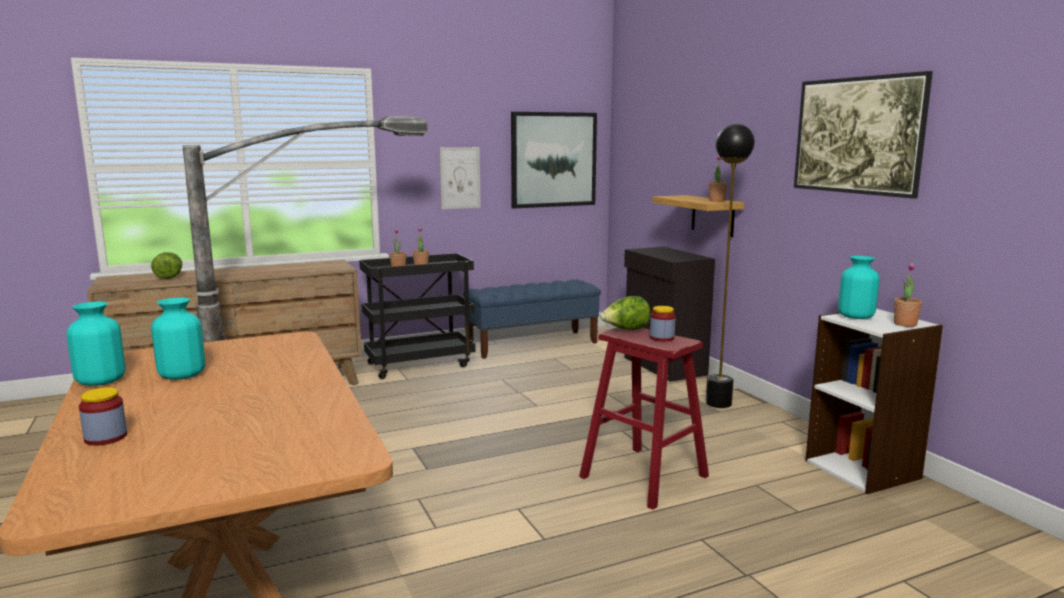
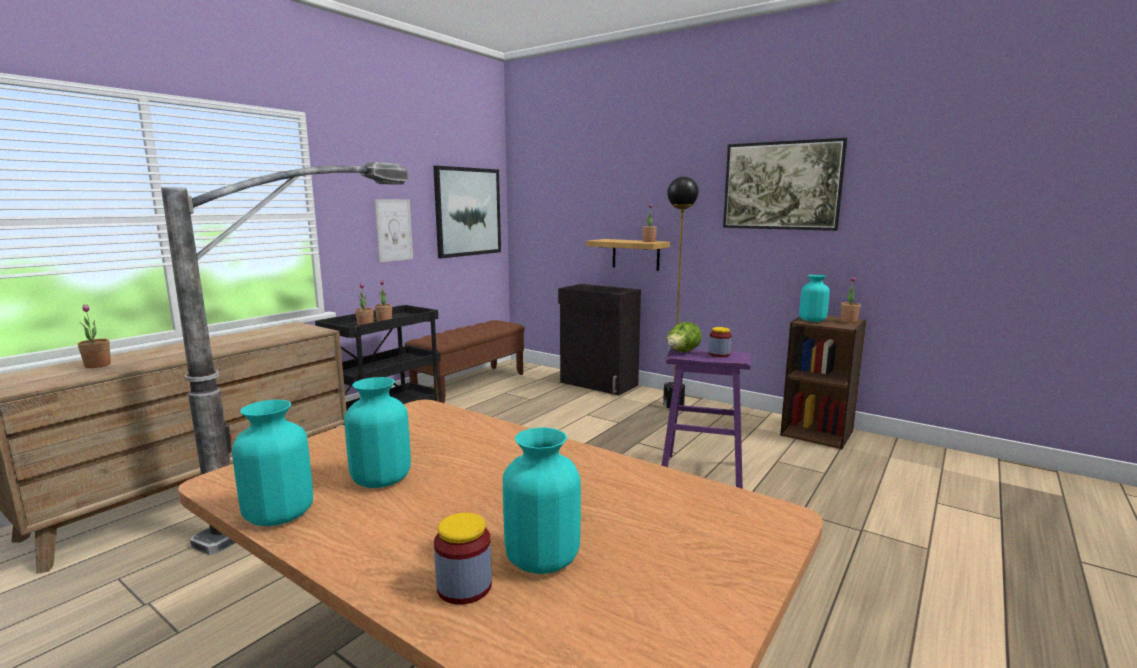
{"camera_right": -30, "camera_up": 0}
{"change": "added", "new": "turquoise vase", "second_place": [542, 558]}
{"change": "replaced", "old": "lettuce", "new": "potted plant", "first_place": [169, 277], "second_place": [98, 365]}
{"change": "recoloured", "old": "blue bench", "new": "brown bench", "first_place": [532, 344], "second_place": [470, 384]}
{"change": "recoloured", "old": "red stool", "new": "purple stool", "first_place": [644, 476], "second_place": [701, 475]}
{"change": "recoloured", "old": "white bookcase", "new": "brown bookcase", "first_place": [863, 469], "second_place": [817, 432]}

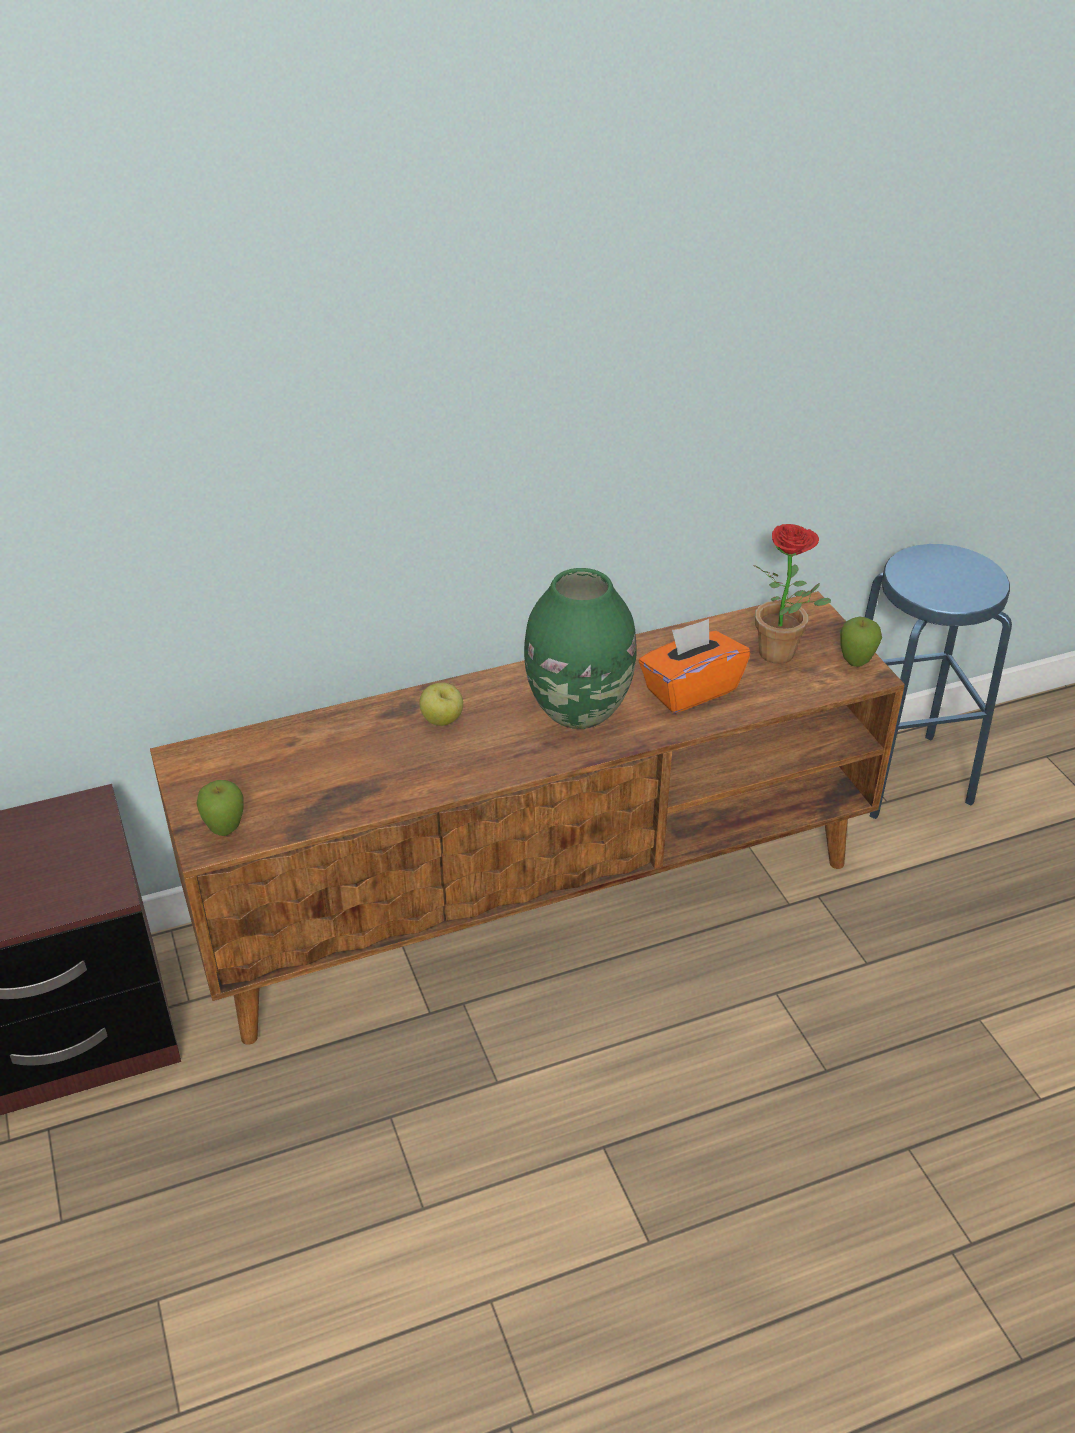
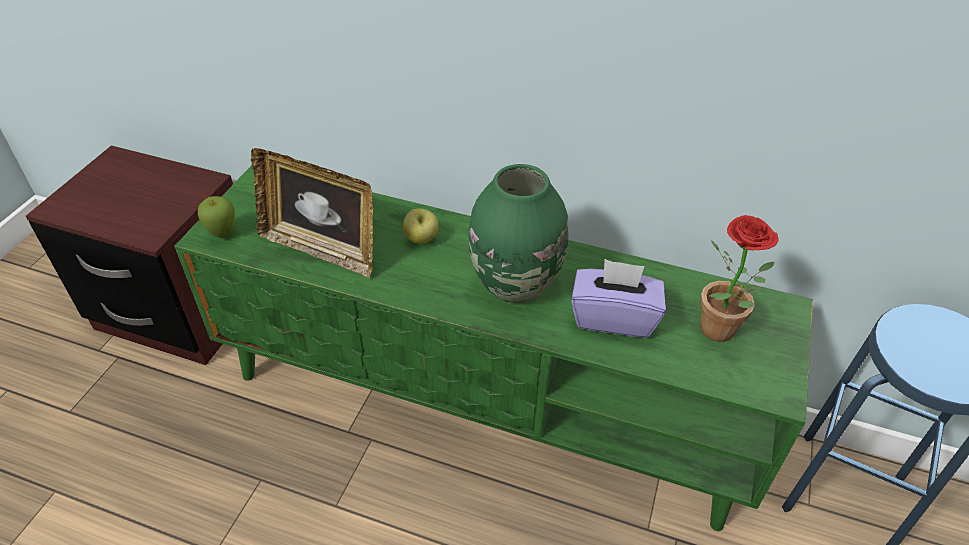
{"camera_right": 40, "camera_up": 5}
{"change": "removed", "old": "apple", "first_place": [855, 664]}
{"change": "added", "new": "picture frame", "second_place": [321, 249]}
{"change": "recoloured", "old": "brown tv stand", "new": "green tv stand", "first_place": [539, 897], "second_place": [485, 403]}
{"change": "recoloured", "old": "orange tissue box", "new": "purple tissue box", "first_place": [690, 689], "second_place": [613, 317]}

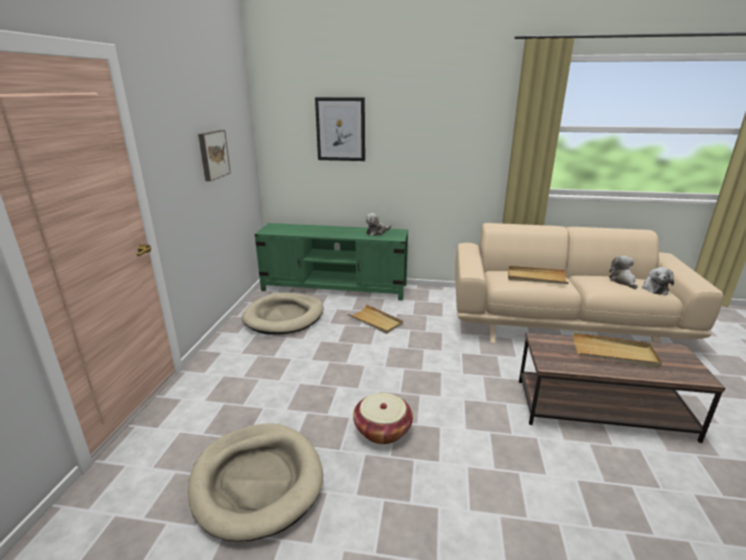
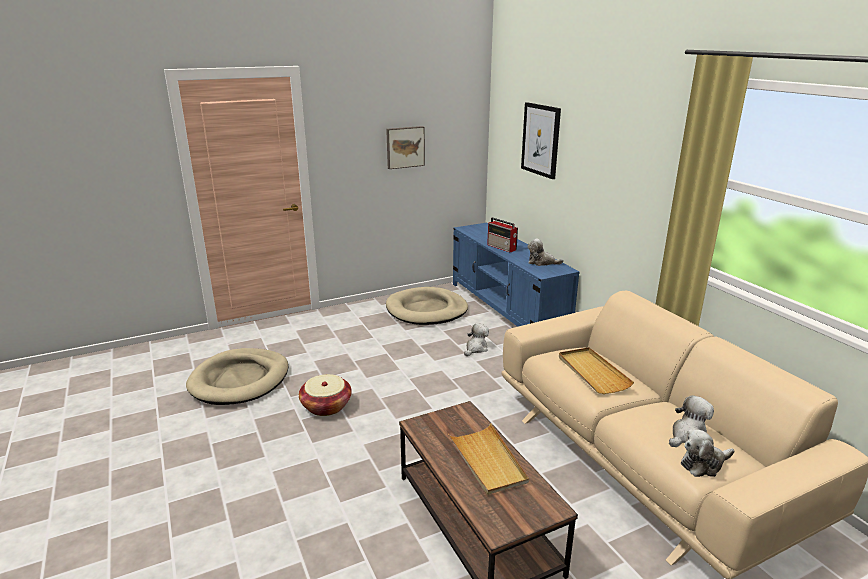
{"camera_right": 55, "camera_up": 0}
{"change": "added", "new": "radio", "second_place": [502, 247]}
{"change": "replaced", "old": "beige tray", "new": "plush toy", "first_place": [375, 321], "second_place": [476, 348]}
{"change": "recoloured", "old": "green tv stand", "new": "blue tv stand", "first_place": [335, 287], "second_place": [507, 309]}

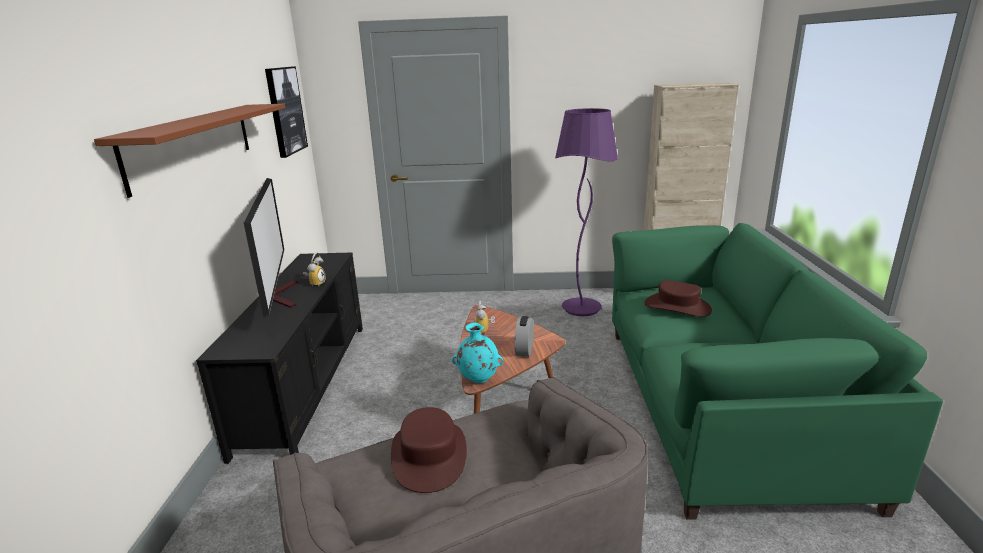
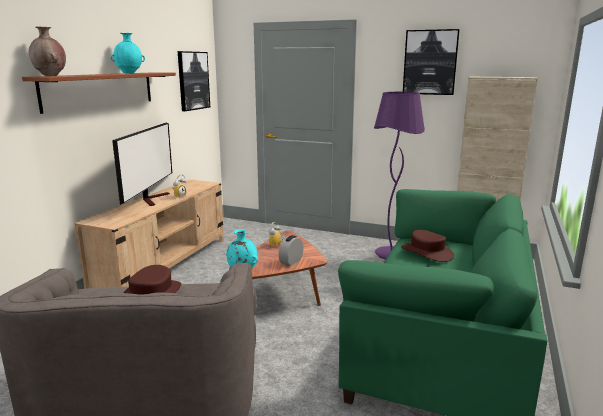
{"camera_right": 20, "camera_up": -5}
{"change": "added", "new": "brown vase", "second_place": [51, 76]}
{"change": "added", "new": "turquoise vase", "second_place": [129, 73]}
{"change": "added", "new": "picture", "second_place": [430, 62]}
{"change": "recoloured", "old": "black tv stand", "new": "beige tv stand", "first_place": [307, 383], "second_place": [164, 264]}

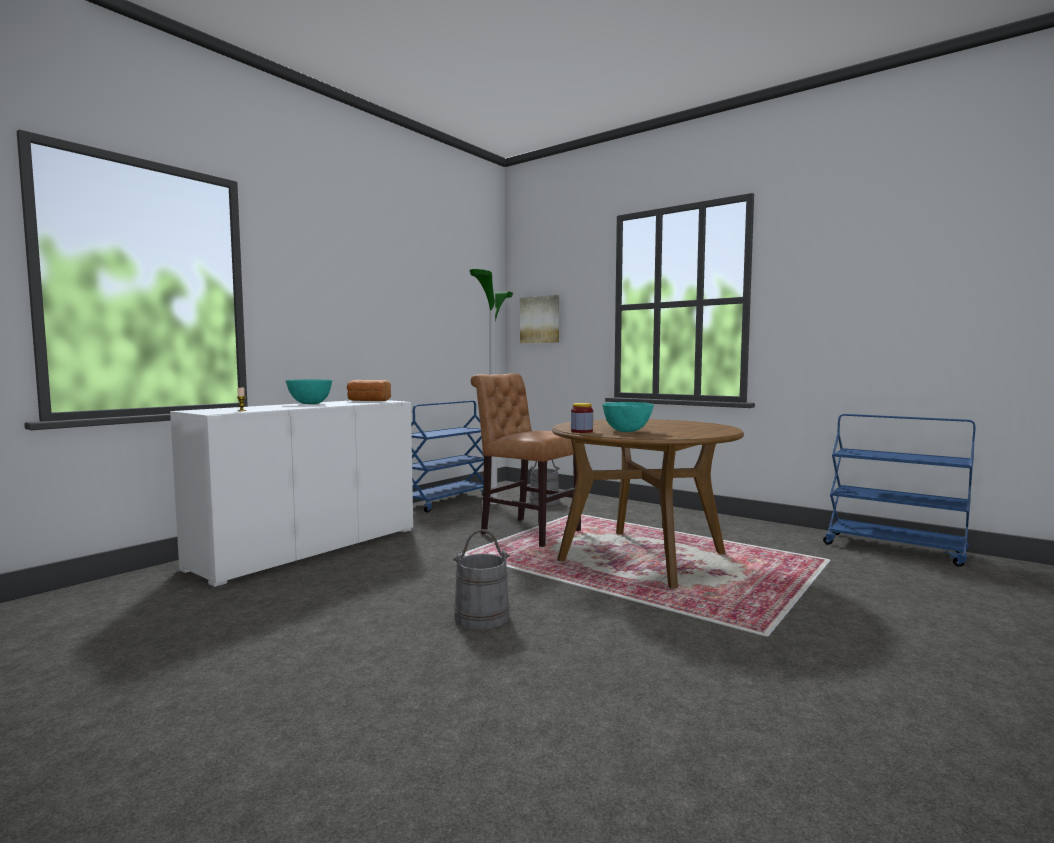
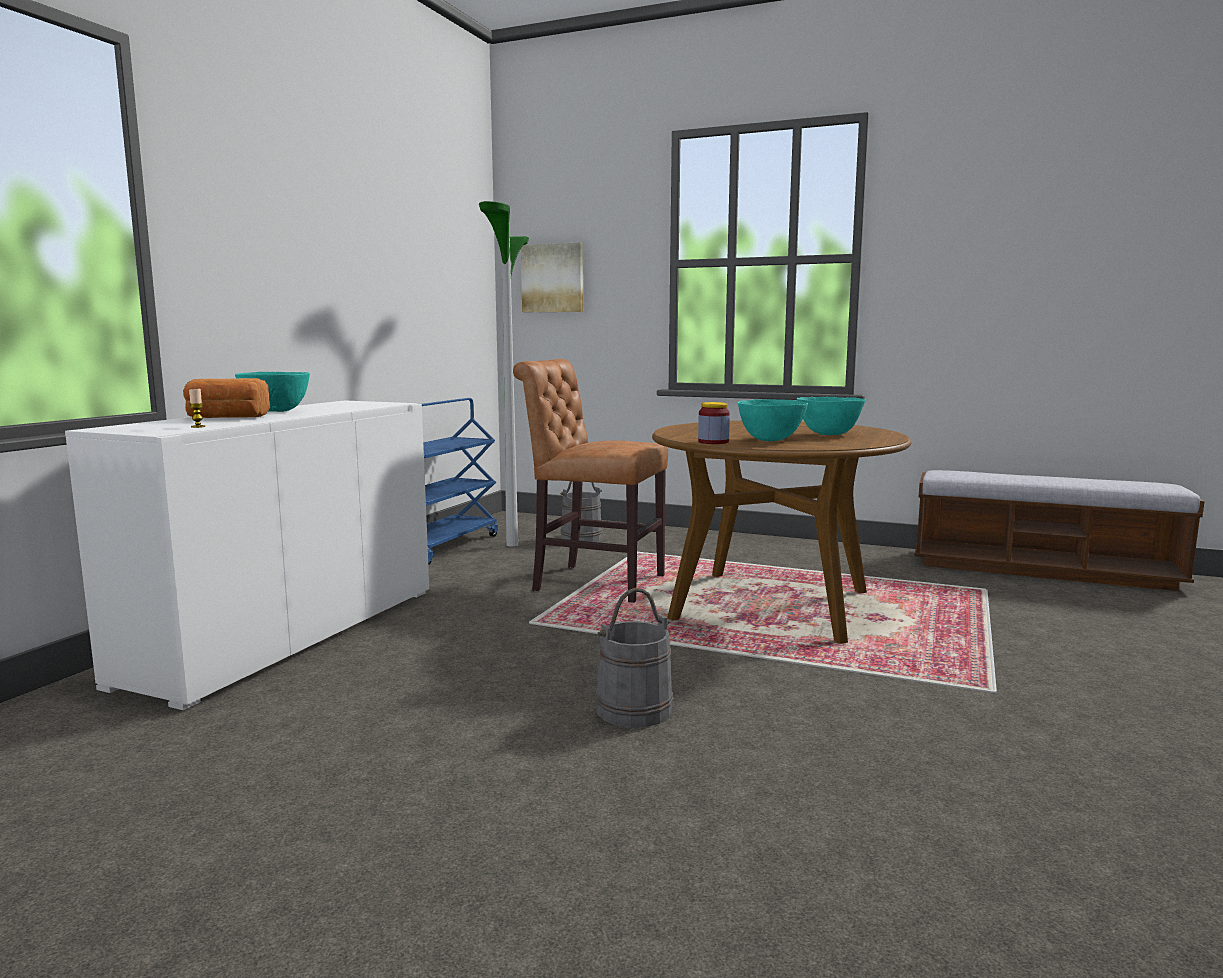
{"camera_right": -15, "camera_up": 5}
{"change": "added", "new": "turquoise bowl", "second_place": [829, 434]}
{"change": "moved", "old": "bread", "first_place": [368, 401], "second_place": [226, 418]}
{"change": "replaced", "old": "blue cart", "new": "bench", "first_place": [895, 549], "second_place": [1042, 570]}

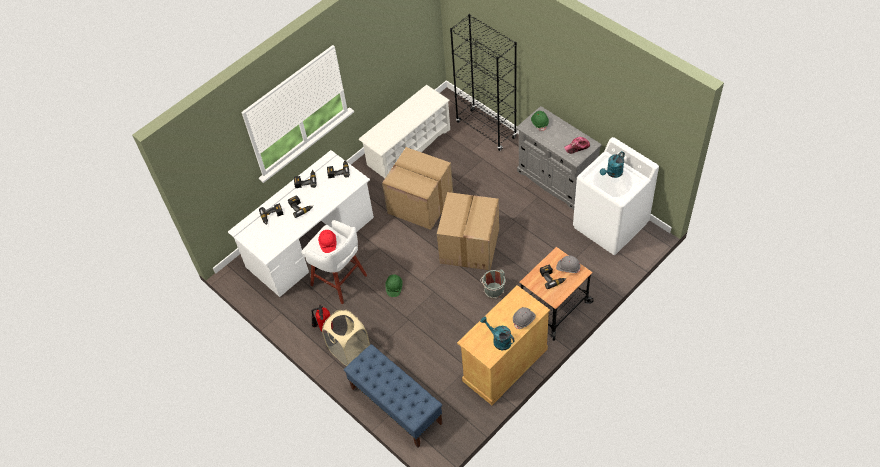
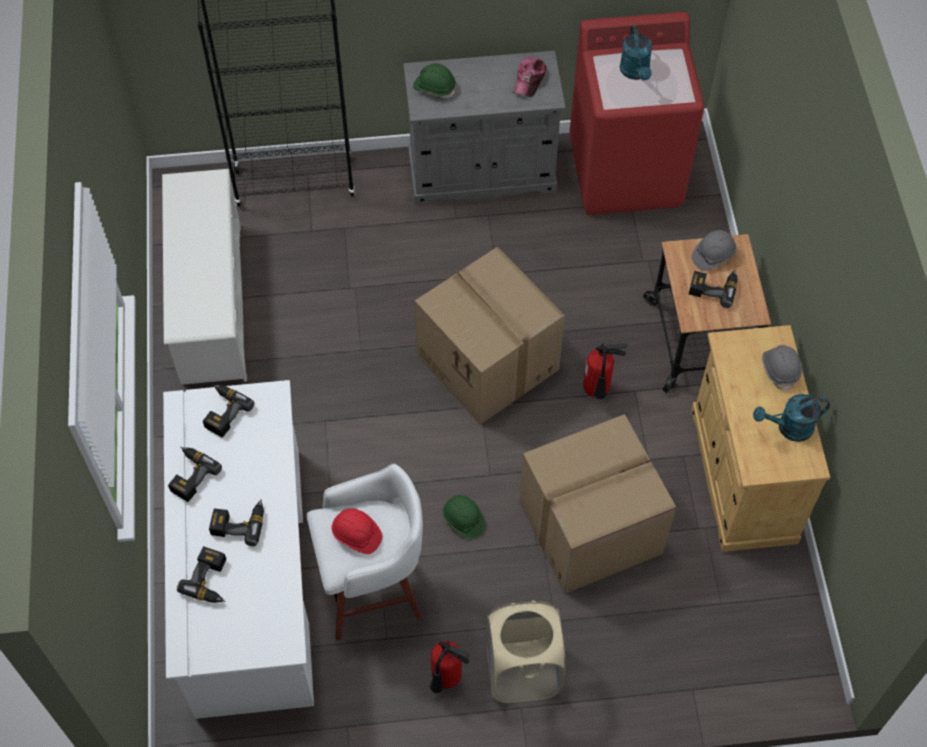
{"camera_right": -55, "camera_up": 5}
{"change": "removed", "old": "blue bench", "first_place": [396, 405]}
{"change": "moved", "old": "cardboard box", "first_place": [419, 203], "second_place": [589, 530]}
{"change": "replaced", "old": "grey bucket", "new": "fire extinguisher", "first_place": [493, 290], "second_place": [598, 392]}
{"change": "recoloured", "old": "white washing machine", "new": "red washing machine", "first_place": [610, 225], "second_place": [626, 172]}

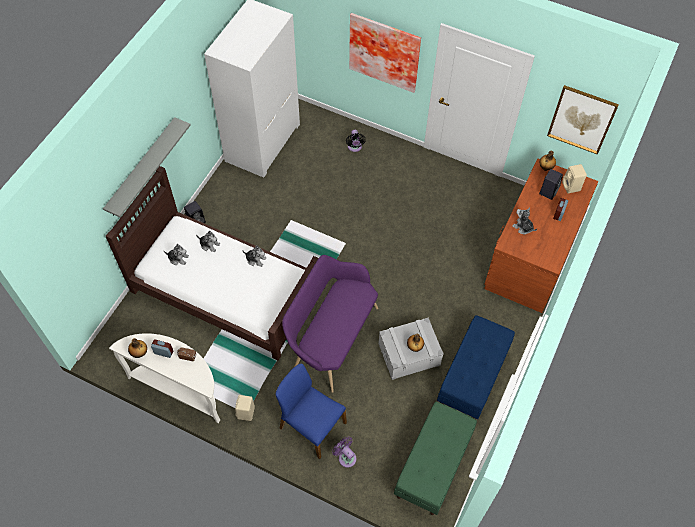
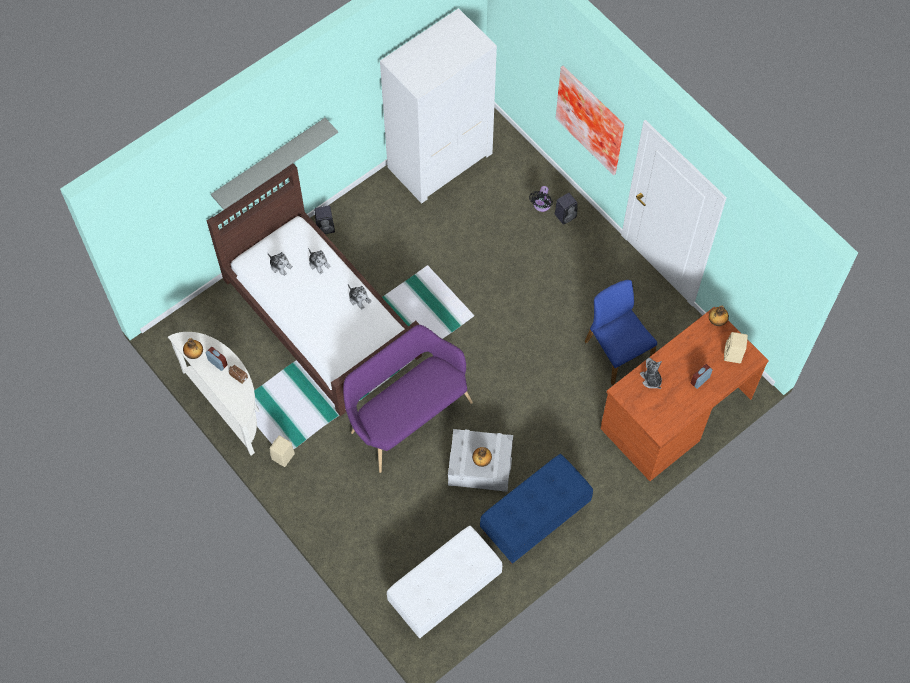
{"camera_right": 25, "camera_up": 5}
{"change": "removed", "old": "purple fan", "first_place": [346, 457]}
{"change": "removed", "old": "picture", "first_place": [581, 119]}
{"change": "moved", "old": "blue chair", "first_place": [311, 425], "second_place": [617, 351]}
{"change": "moved", "old": "black speaker", "first_place": [548, 191], "second_place": [566, 215]}
{"change": "recoloured", "old": "green bench", "new": "white bench", "first_place": [433, 466], "second_place": [445, 591]}

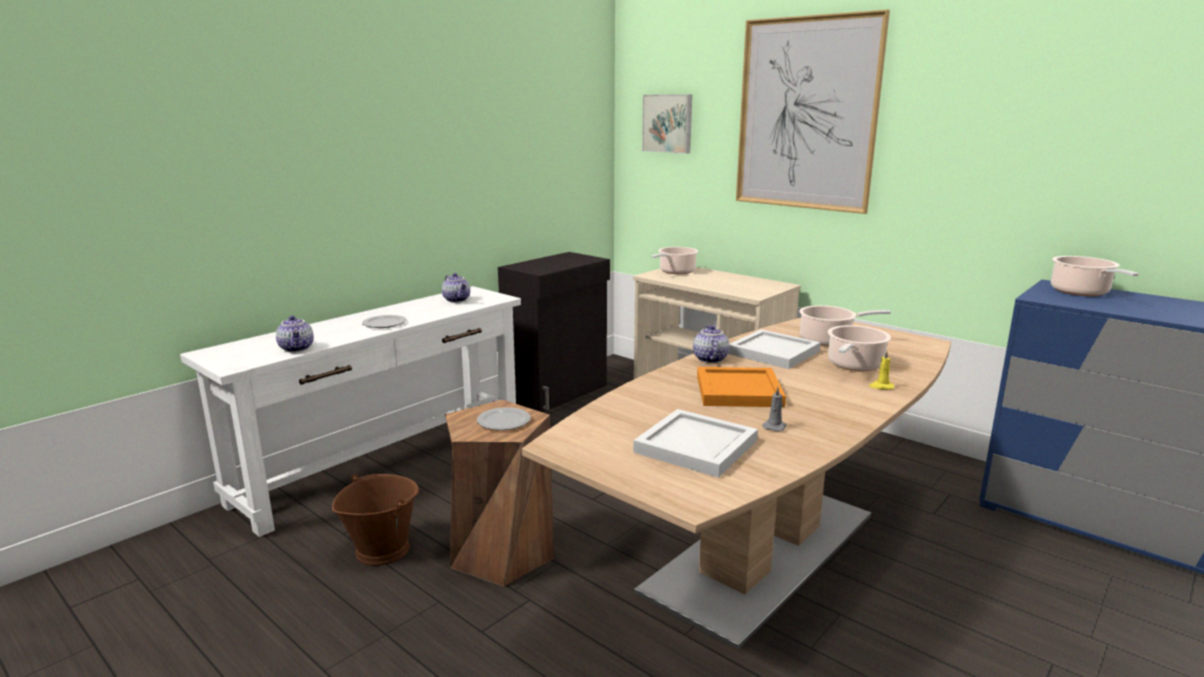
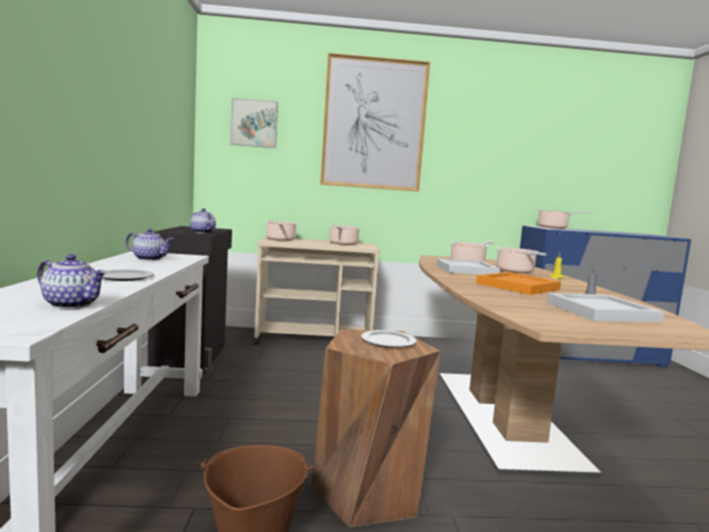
{"camera_right": -45, "camera_up": -10}
{"change": "added", "new": "cooking pot", "second_place": [343, 244]}
{"change": "moved", "old": "teapot", "first_place": [709, 359], "second_place": [202, 232]}

